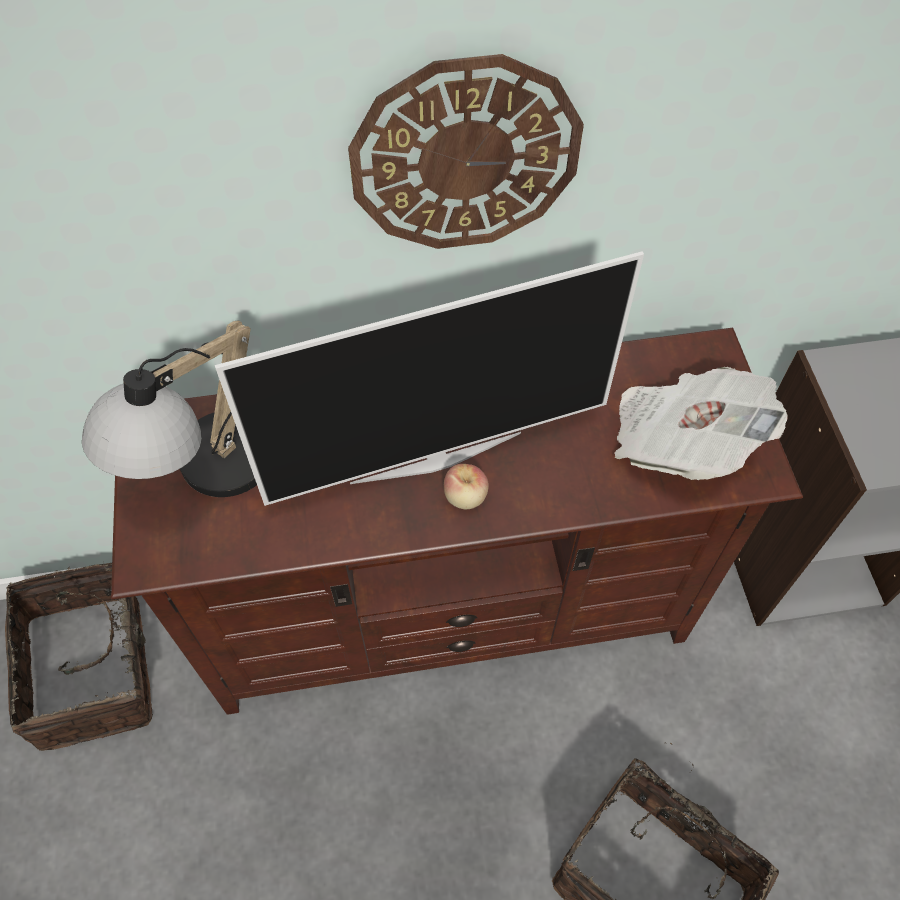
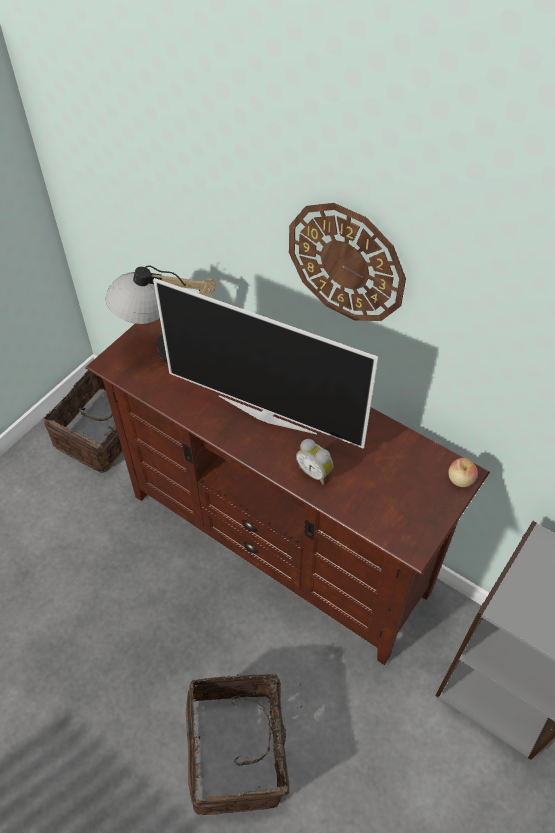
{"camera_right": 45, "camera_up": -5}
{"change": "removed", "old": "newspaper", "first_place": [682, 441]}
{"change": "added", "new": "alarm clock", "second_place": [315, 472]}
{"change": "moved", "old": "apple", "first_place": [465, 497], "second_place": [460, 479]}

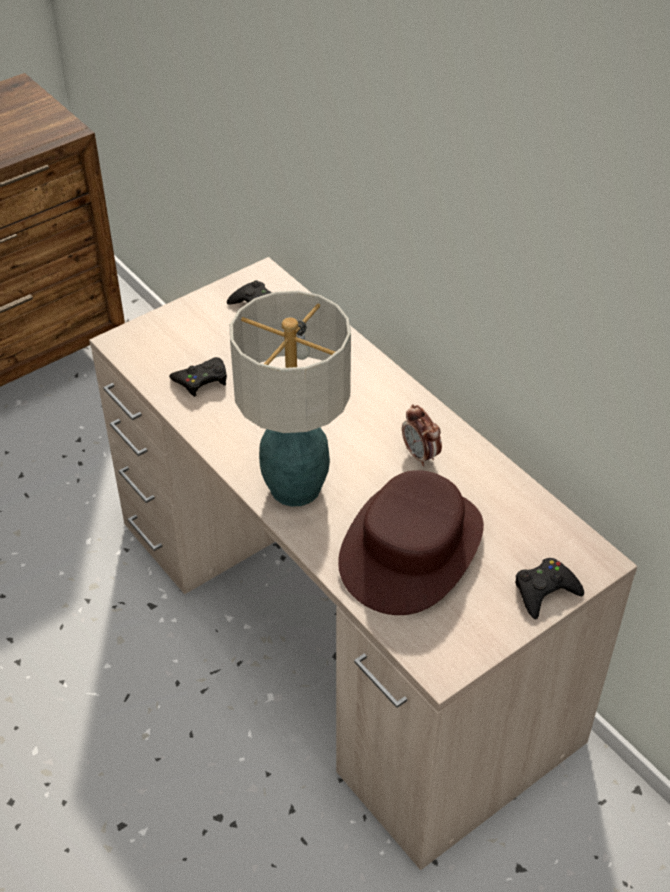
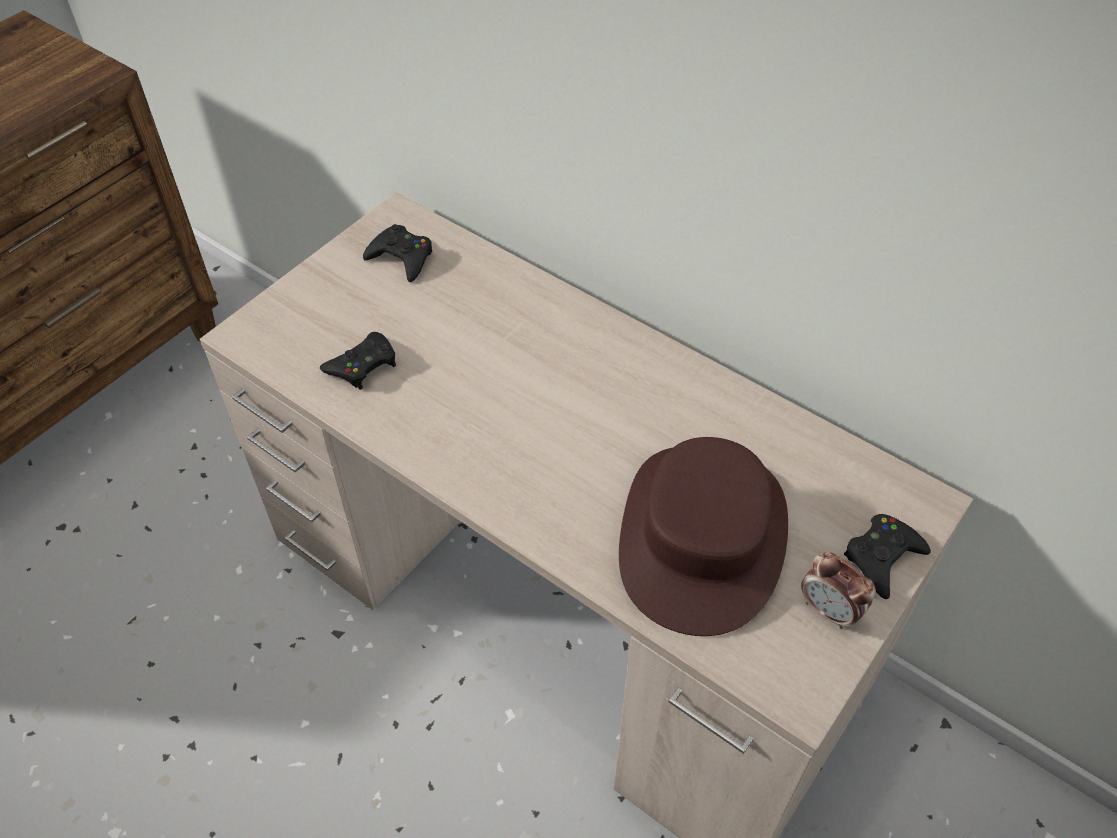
{"camera_right": -15, "camera_up": 5}
{"change": "removed", "old": "table lamp", "first_place": [295, 486]}
{"change": "moved", "old": "alarm clock", "first_place": [420, 455], "second_place": [829, 611]}

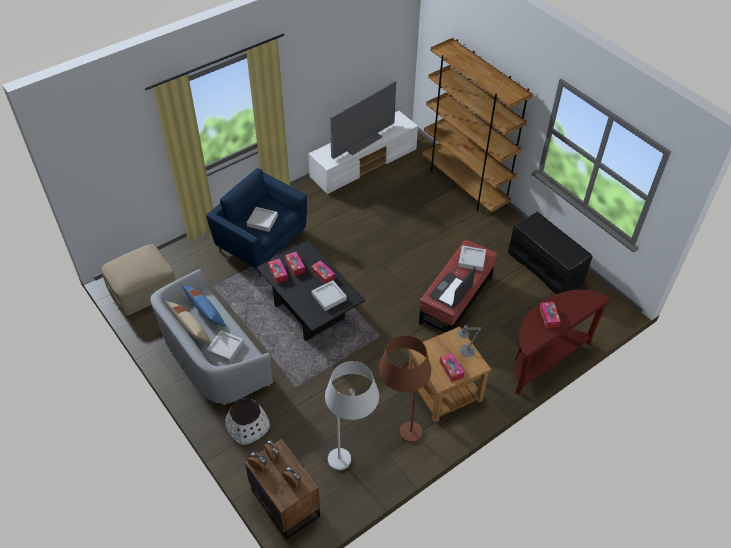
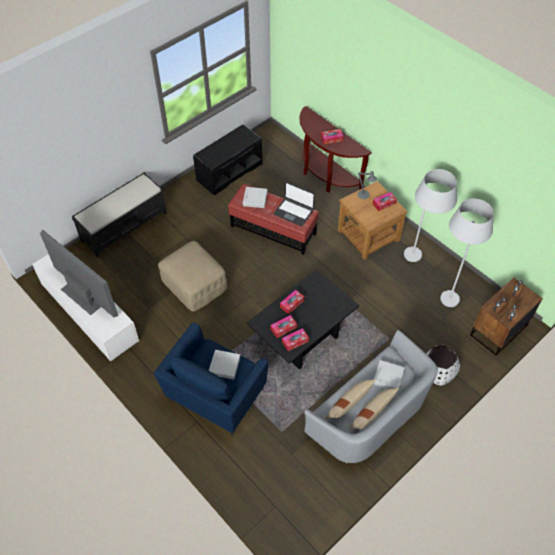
{"camera_right": -95, "camera_up": 5}
{"change": "removed", "old": "grey tray", "first_place": [329, 297]}
{"change": "moved", "old": "beige ottoman", "first_place": [143, 291], "second_place": [194, 285]}
{"change": "replaced", "old": "brown bookcase", "new": "black bench", "first_place": [464, 185], "second_place": [124, 226]}
{"change": "recoloured", "old": "blue pillow", "new": "beige pillow", "first_place": [205, 312], "second_place": [349, 404]}
{"change": "recoloured", "old": "brown floor lamp", "new": "white floor lamp", "first_place": [399, 437], "second_place": [418, 262]}

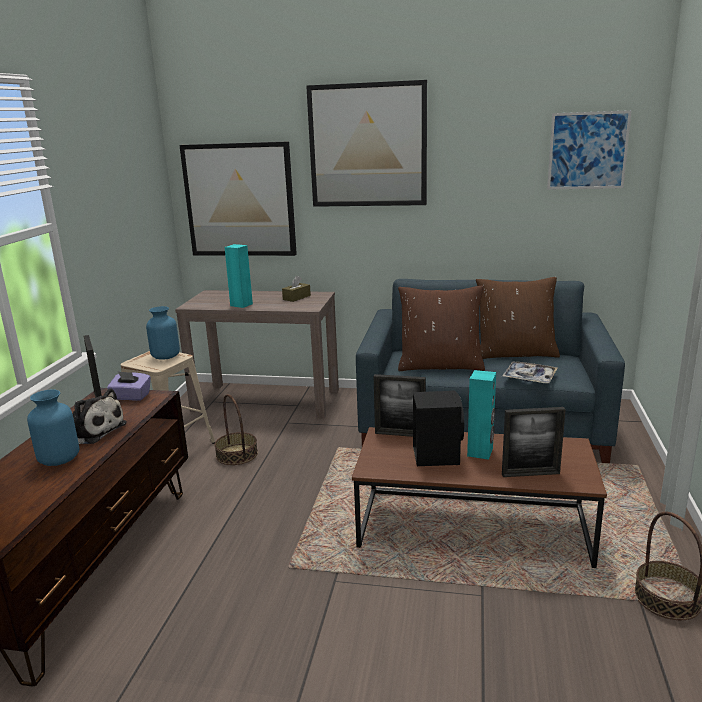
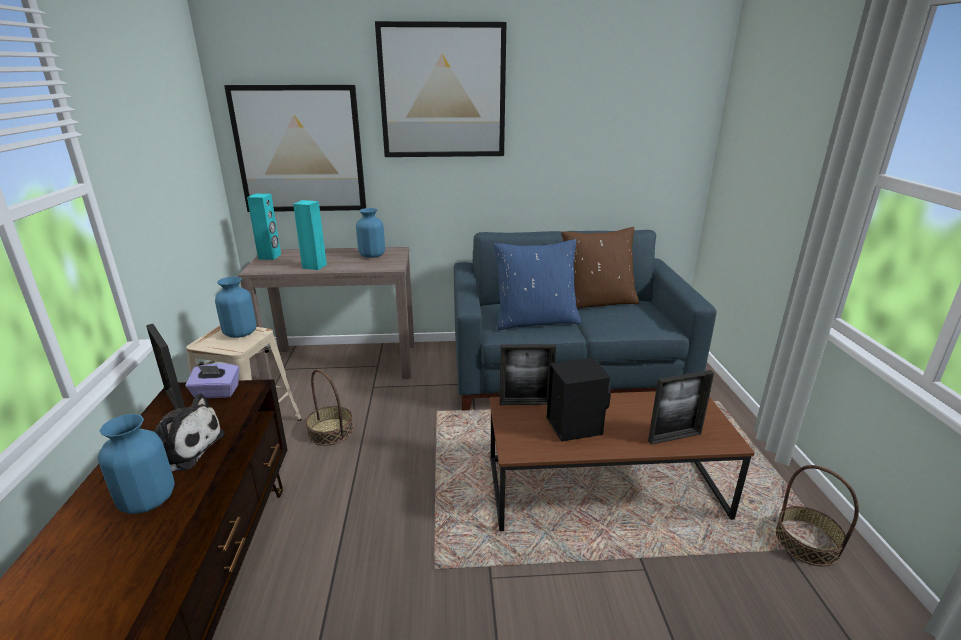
{"camera_right": -15, "camera_up": 5}
{"change": "removed", "old": "tray", "first_place": [529, 378]}
{"change": "removed", "old": "picture", "first_place": [587, 151]}
{"change": "moved", "old": "turquoise speaker", "first_place": [480, 452], "second_place": [270, 256]}
{"change": "replaced", "old": "brown tissue box", "new": "blue vase", "first_place": [296, 297], "second_place": [372, 255]}
{"change": "recoloured", "old": "brown pillow", "new": "blue pillow", "first_place": [440, 365], "second_place": [536, 321]}

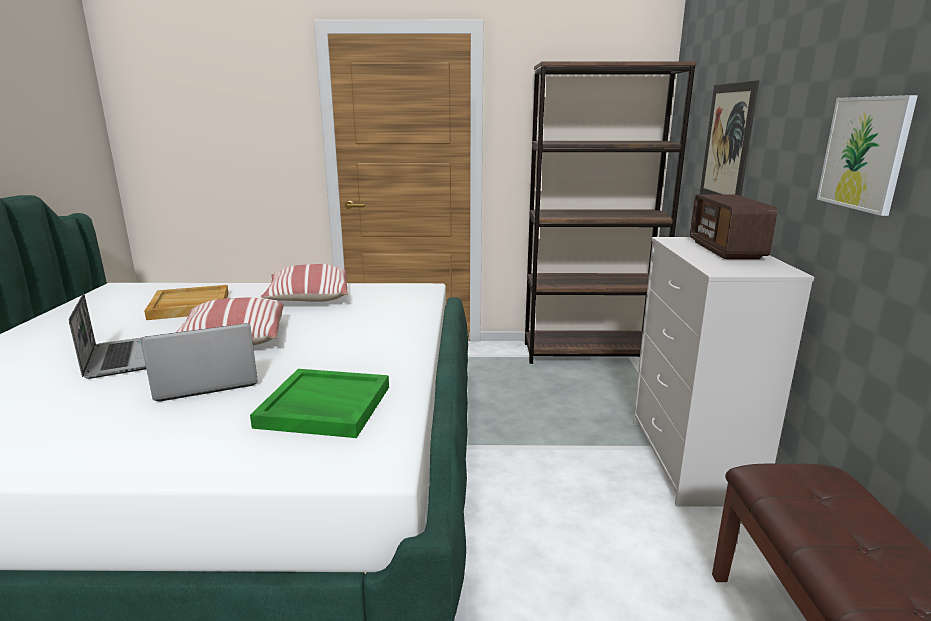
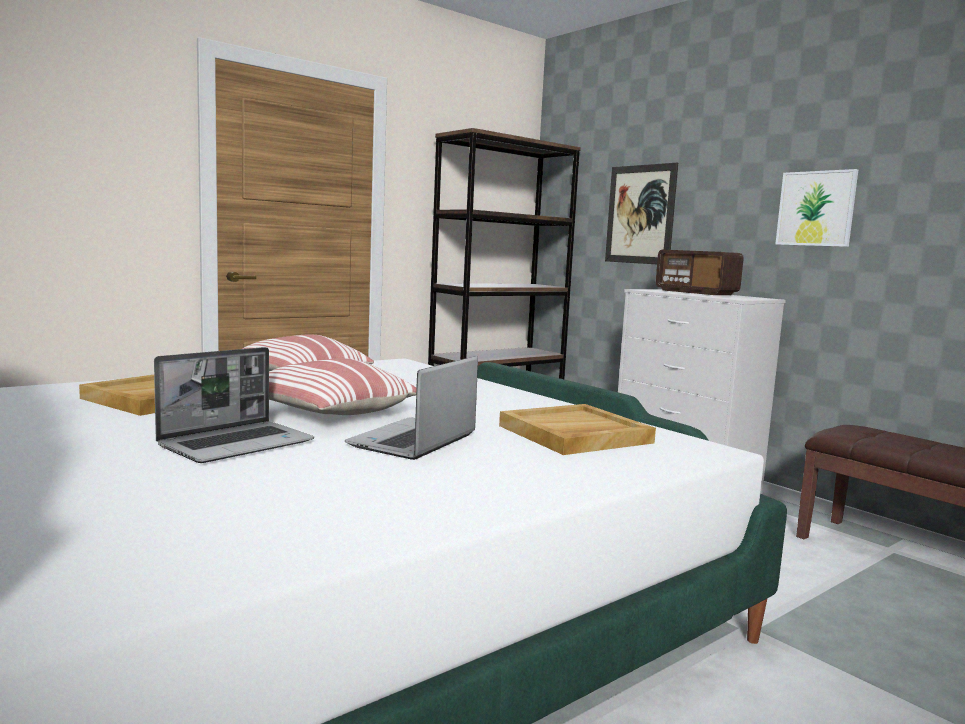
{"camera_right": -40, "camera_up": -10}
{"change": "recoloured", "old": "green tray", "new": "beige tray", "first_place": [323, 407], "second_place": [574, 434]}
{"change": "turned", "old": "laptop", "first_place": [121, 358], "second_place": [238, 444], "degrees": 105}

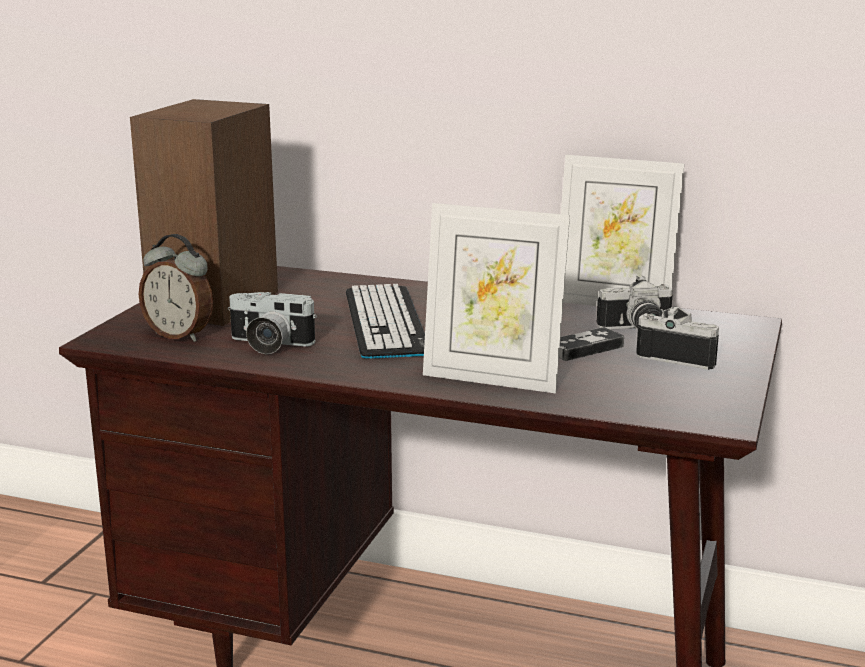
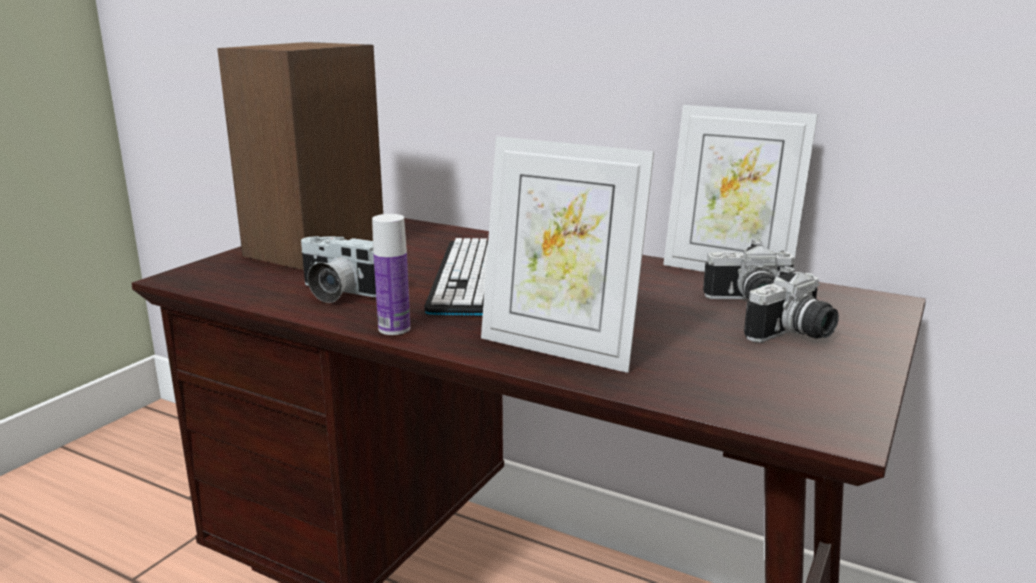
{"camera_right": 10, "camera_up": 0}
{"change": "removed", "old": "alarm clock", "first_place": [180, 335]}
{"change": "removed", "old": "game controller", "first_place": [584, 349]}
{"change": "added", "new": "bottle", "second_place": [394, 329]}
{"change": "turned", "old": "photo camera", "first_place": [680, 355], "second_place": [795, 335], "degrees": 105}

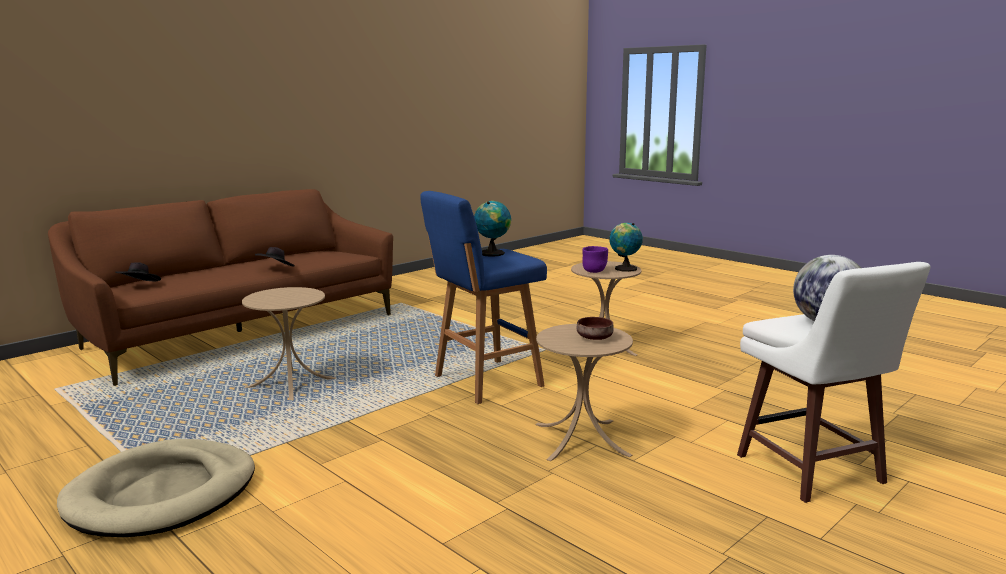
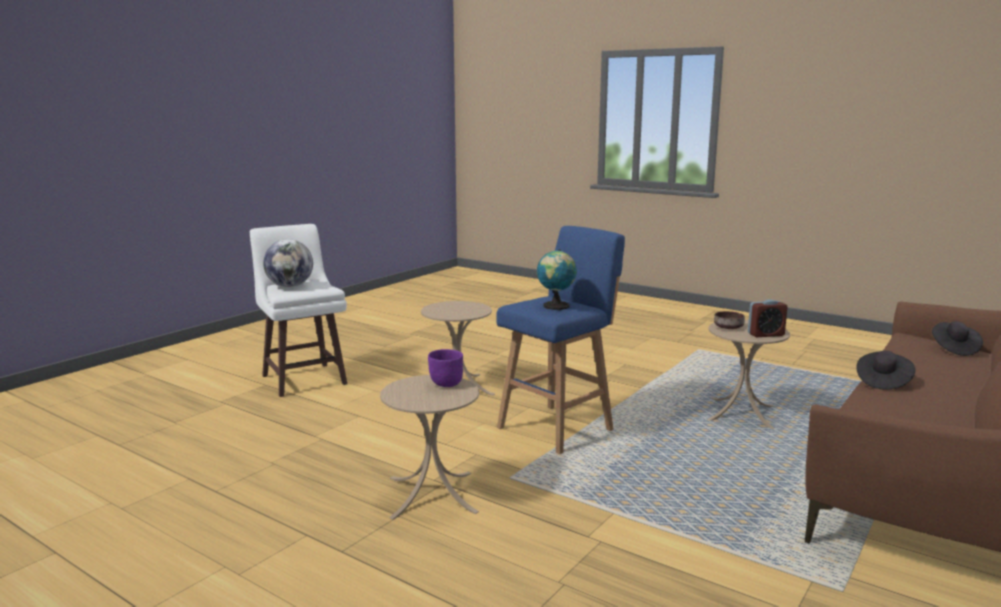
{"camera_right": 170, "camera_up": 0}
{"change": "removed", "old": "beige dog bed", "first_place": [163, 494]}
{"change": "removed", "old": "globe", "first_place": [624, 268]}
{"change": "added", "new": "alarm clock", "second_place": [765, 334]}
{"change": "moved", "old": "brown bowl", "first_place": [595, 338], "second_place": [727, 328]}

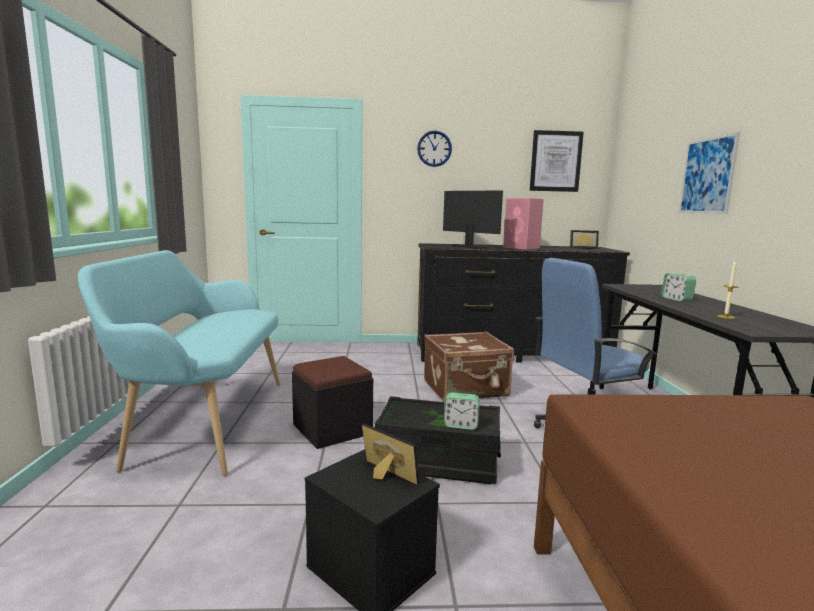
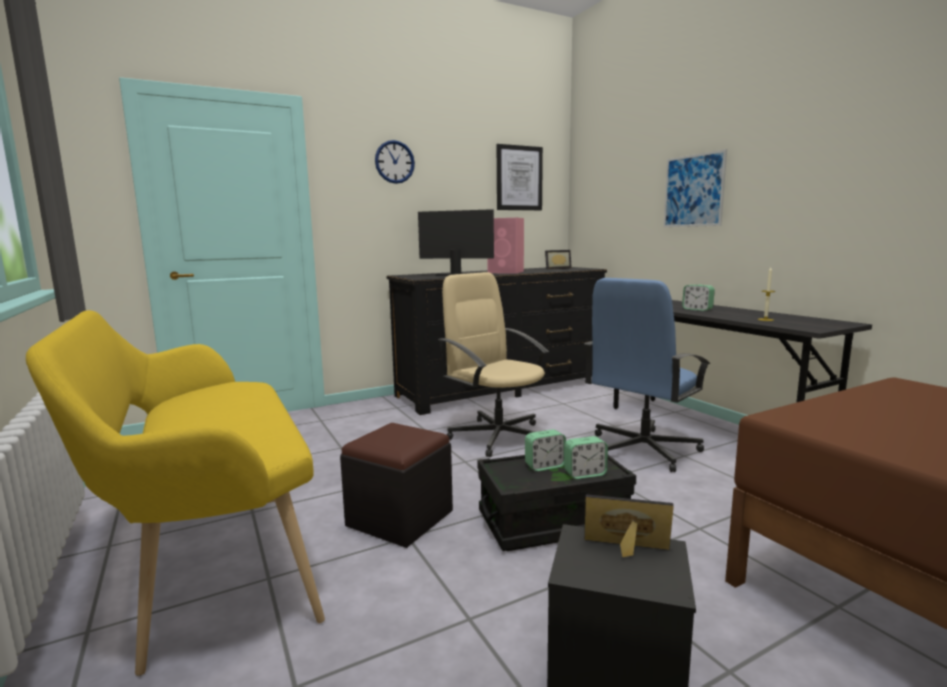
{"camera_right": -25, "camera_up": 0}
{"change": "added", "new": "alarm clock", "second_place": [545, 466]}
{"change": "replaced", "old": "brown suitcase", "new": "beige office chair", "first_place": [466, 389], "second_place": [498, 436]}
{"change": "recoloured", "old": "turquoise bench", "new": "yellow bench", "first_place": [203, 421], "second_place": [209, 557]}

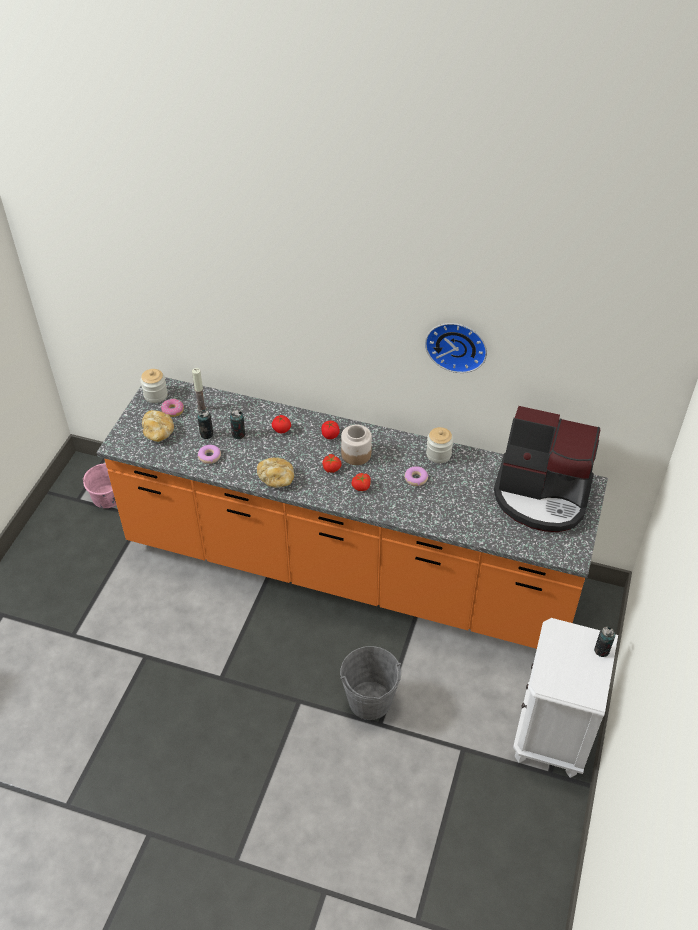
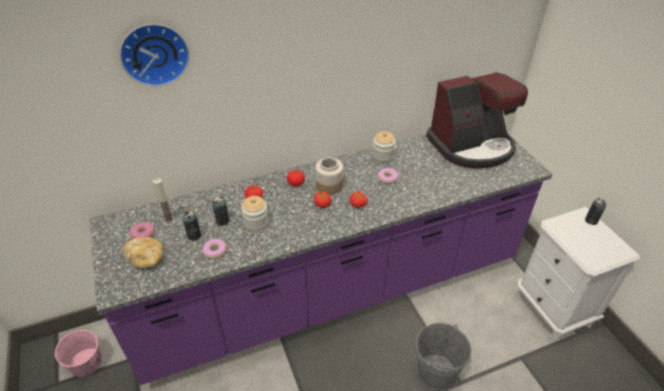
{"camera_right": -40, "camera_up": -5}
{"change": "removed", "old": "bread", "first_place": [276, 479]}
{"change": "moved", "old": "jar", "first_place": [155, 395], "second_place": [256, 222]}
{"change": "moved", "old": "wall clock", "first_place": [457, 345], "second_place": [154, 53]}
{"change": "recoloured", "old": "orange counter", "new": "purple counter", "first_place": [349, 568], "second_place": [332, 291]}

